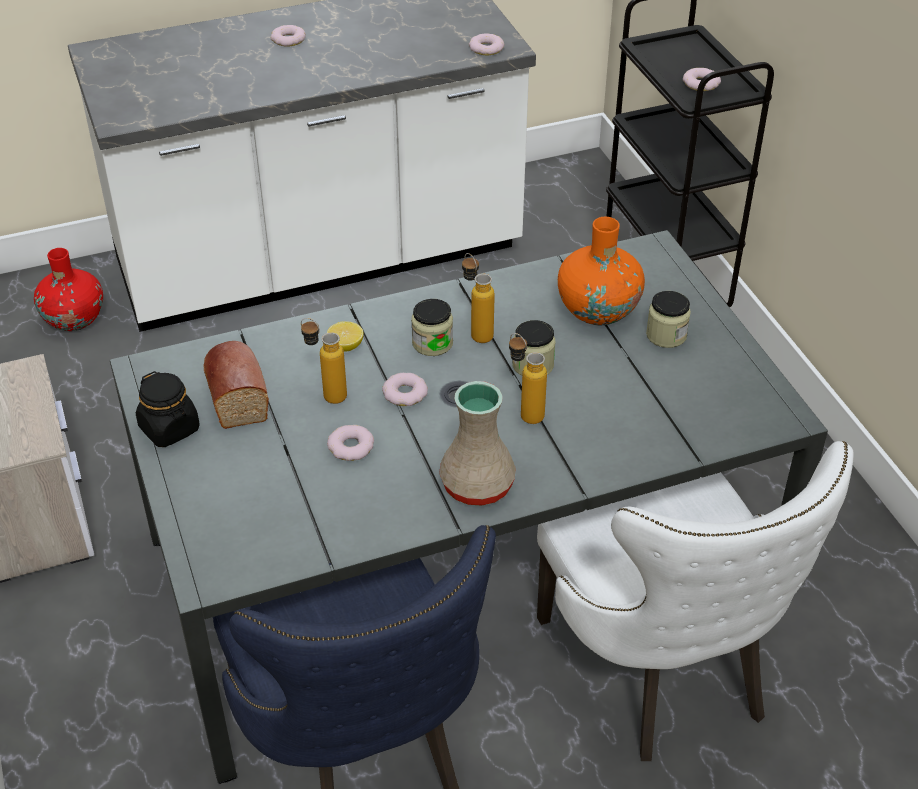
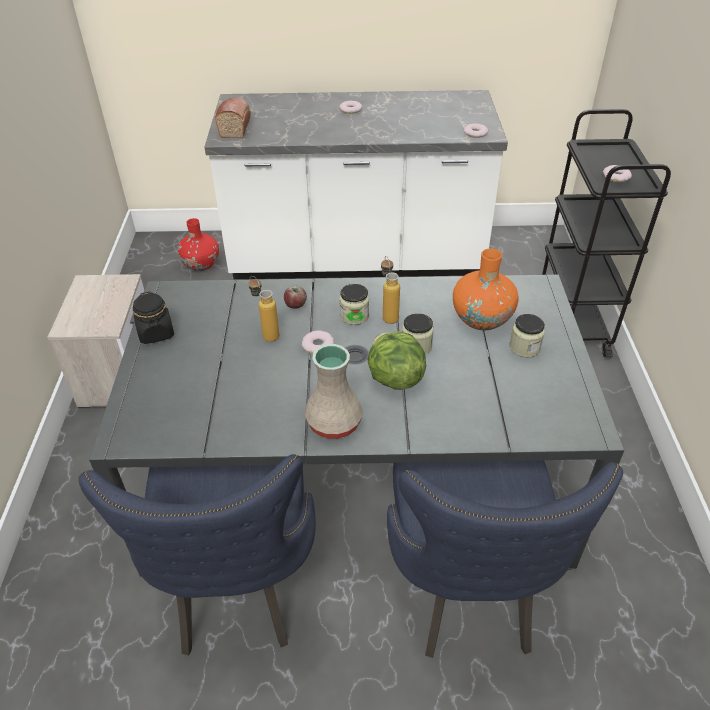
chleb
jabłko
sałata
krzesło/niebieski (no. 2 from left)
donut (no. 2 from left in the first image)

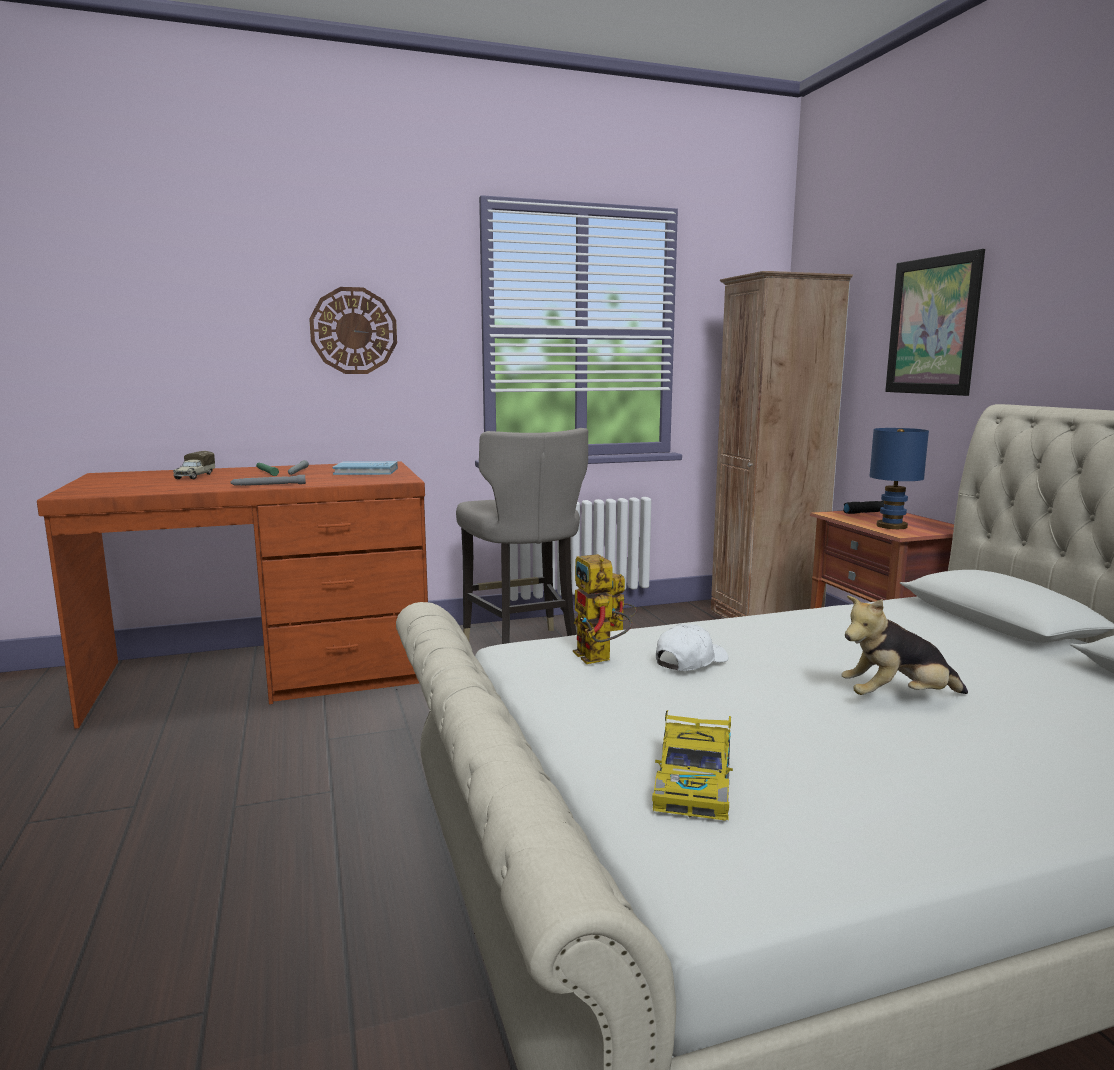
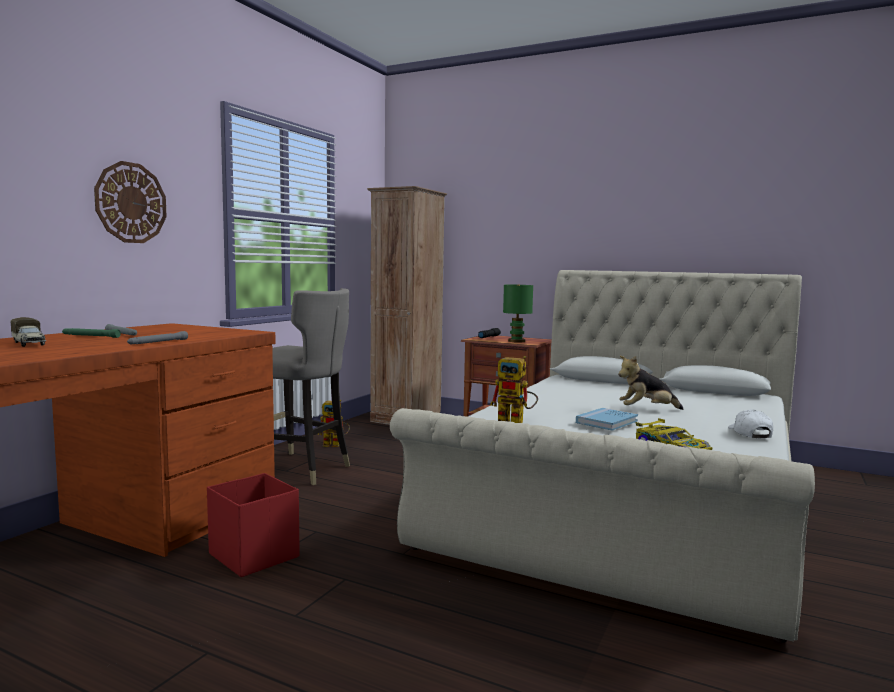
pojemnik do przechowywania/czerwony
lampa stołowa/zielony
książka/niebieski
pluszak
czapka z daszkiem/biały
obraz

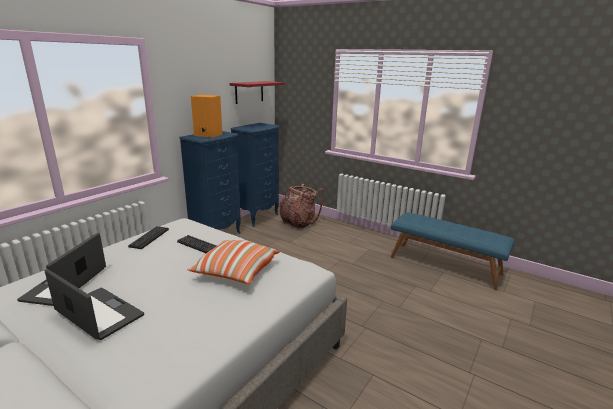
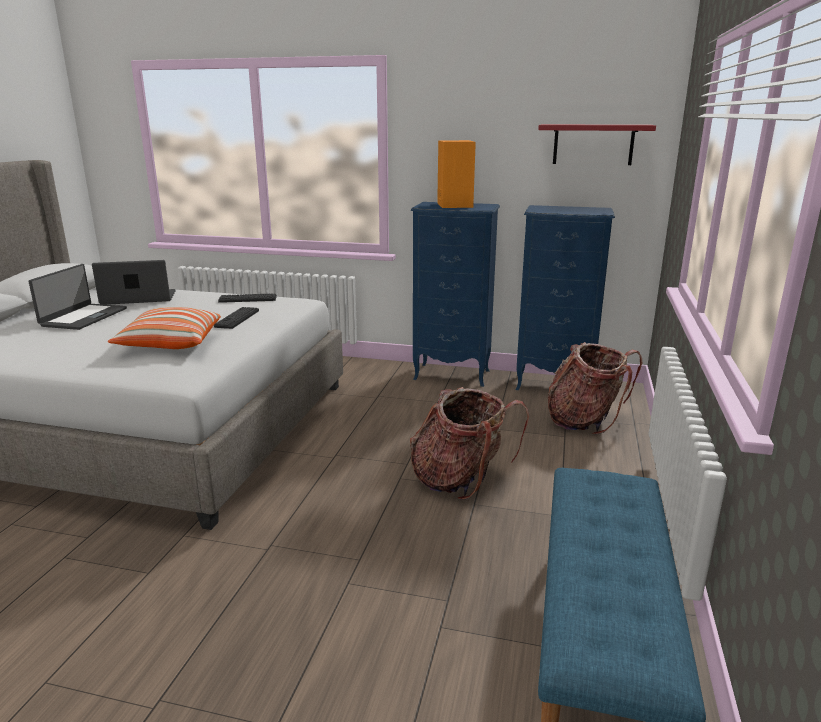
plecak (no. 1 from left)

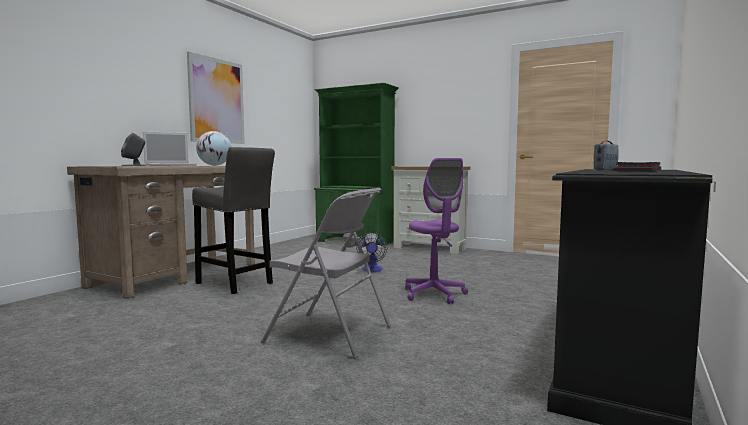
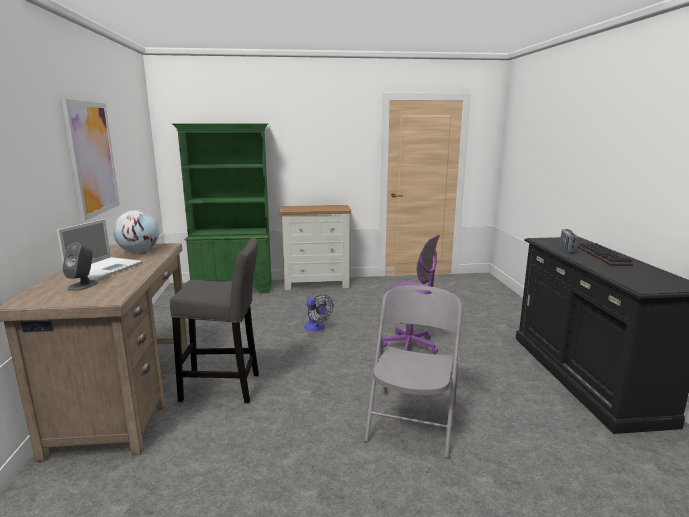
krzesło/szary

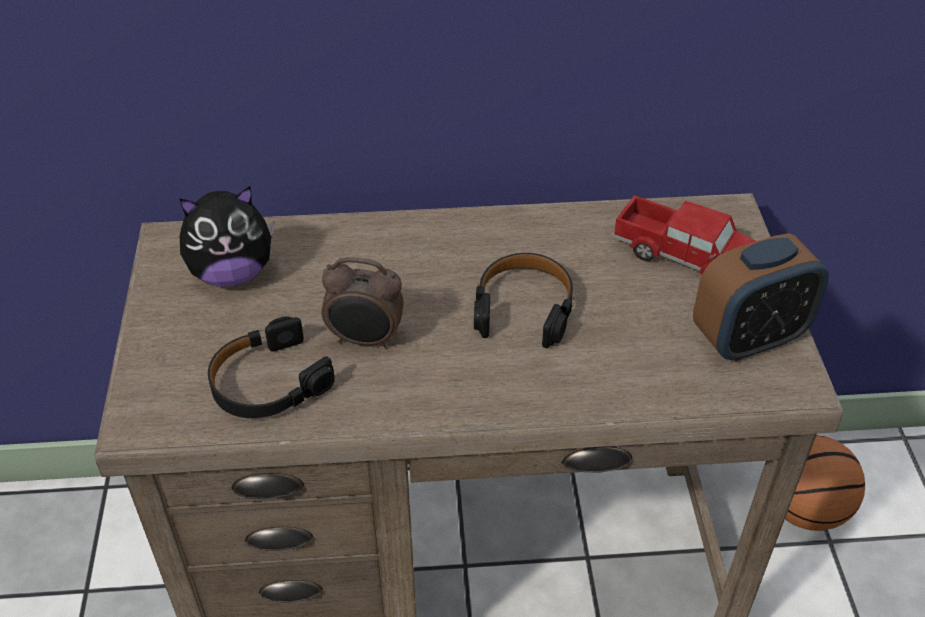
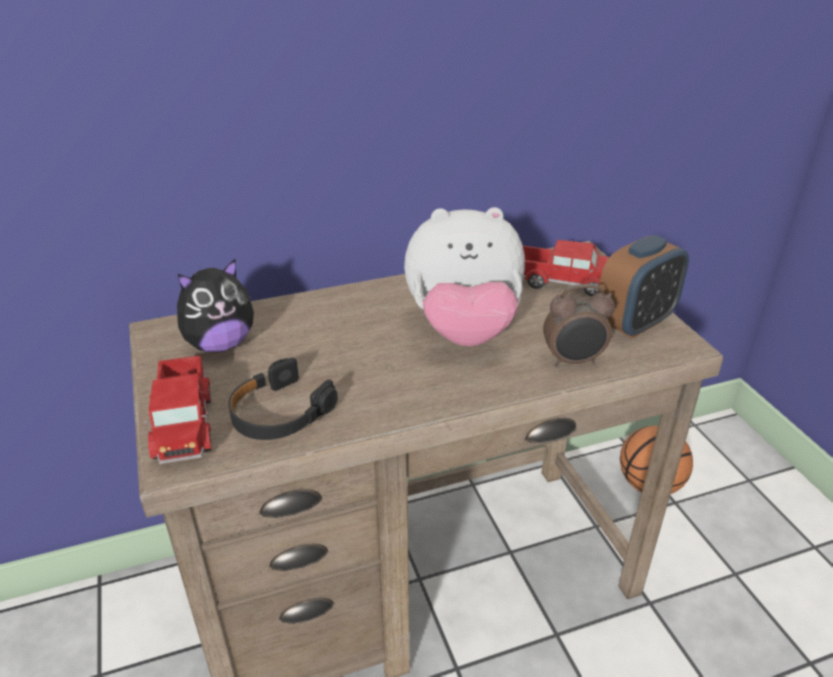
ciężarówka zabawkowa (no. 1 from left)
pluszak (no. 2 from left)
budzik (no. 1 from left)

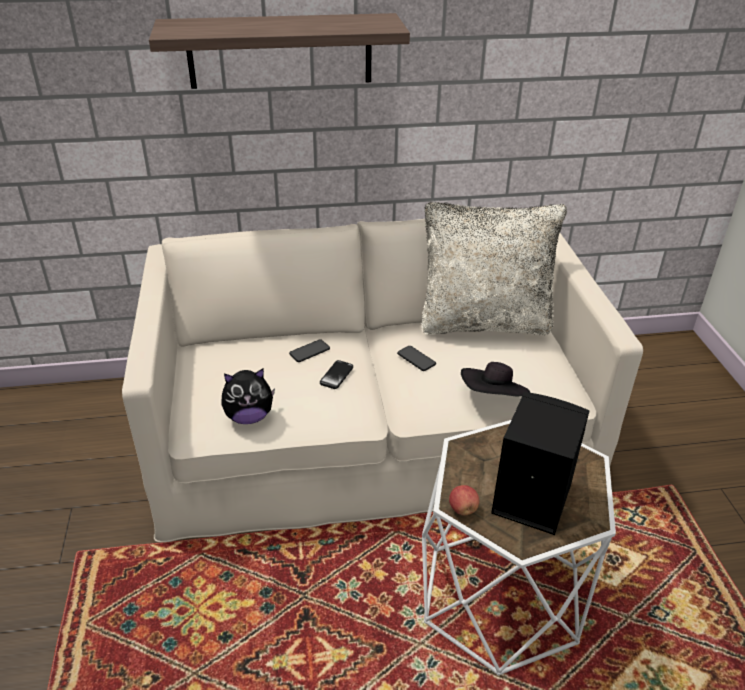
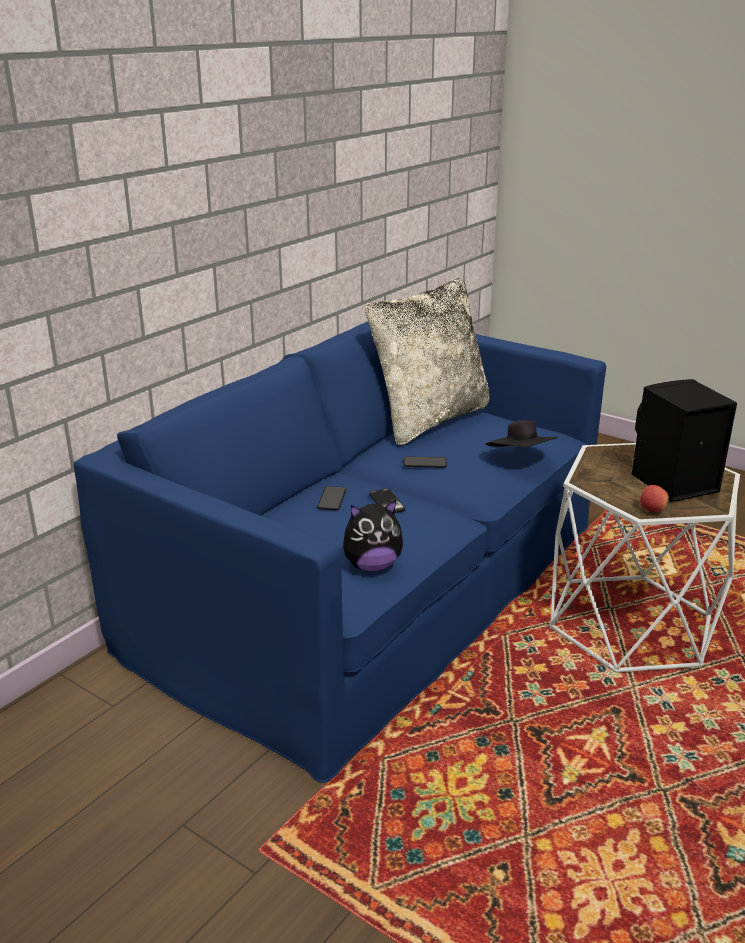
kanapa/niebieski
pluszak
półka

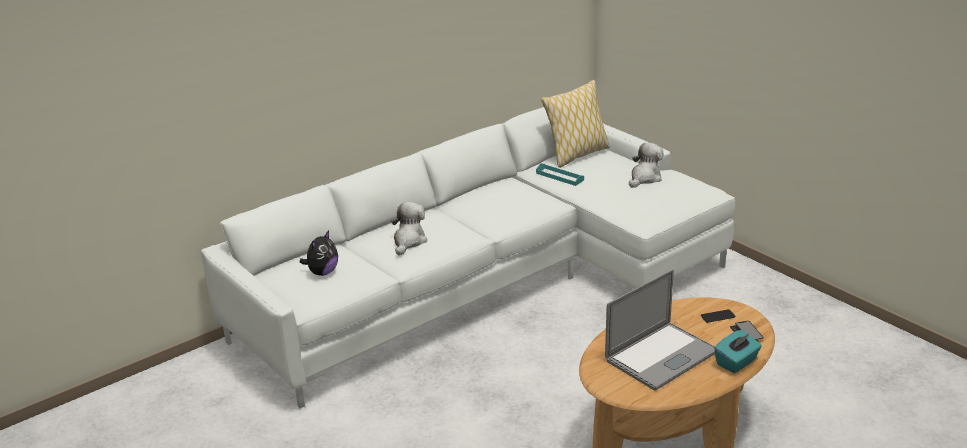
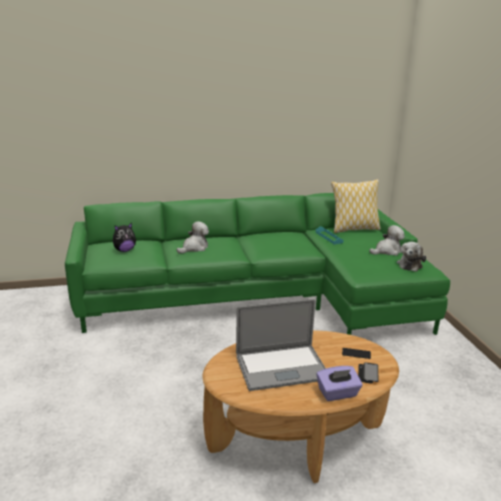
kanapa/zielony
pudełko chusteczek/fioletowy
pluszak (no. 4 from left)

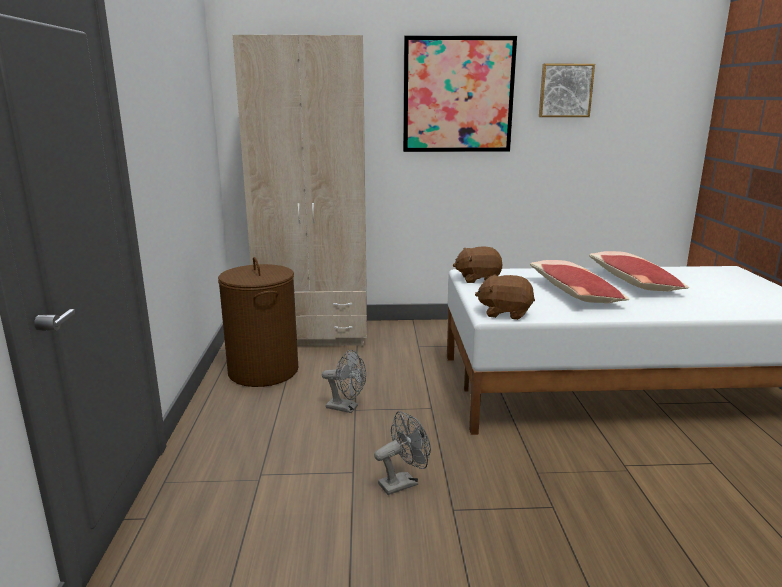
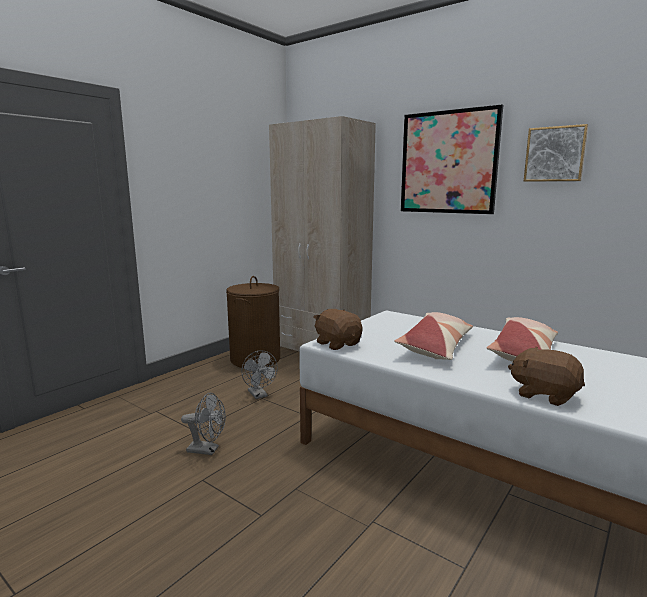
pluszak/brązowy (no. 2 from left)

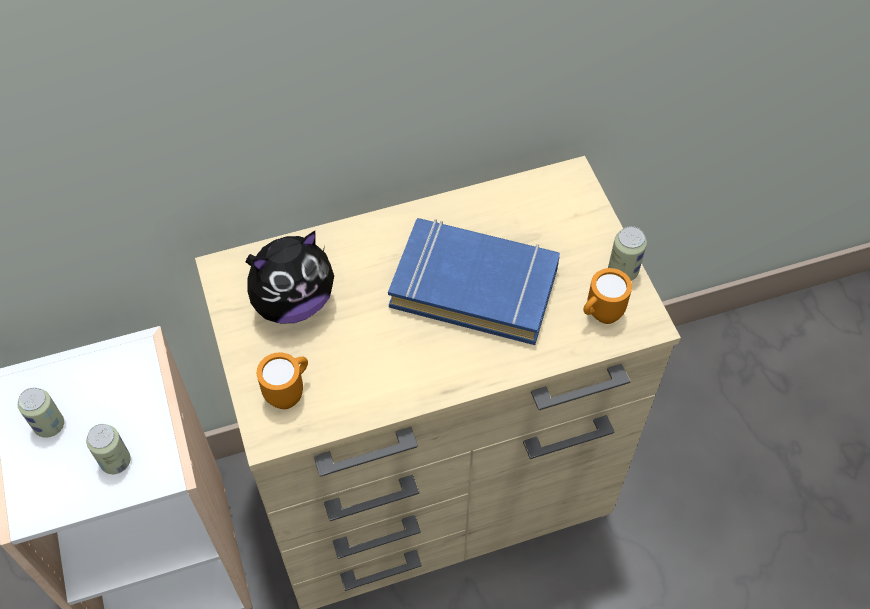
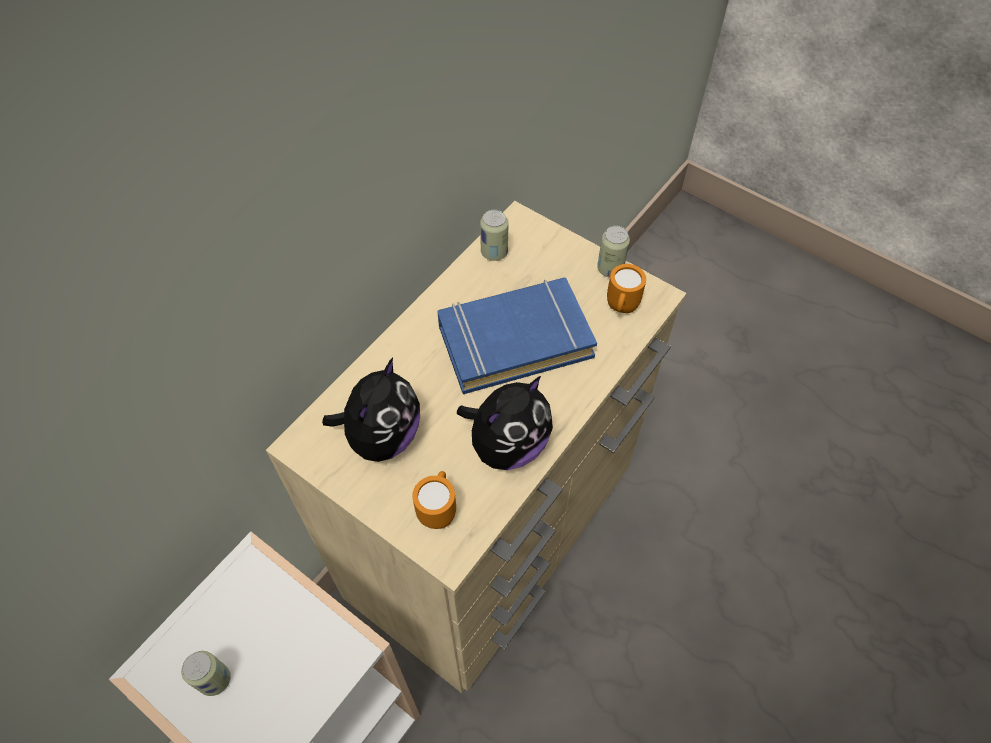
pluszak (no. 2 from left)
puszka (no. 2 from left)

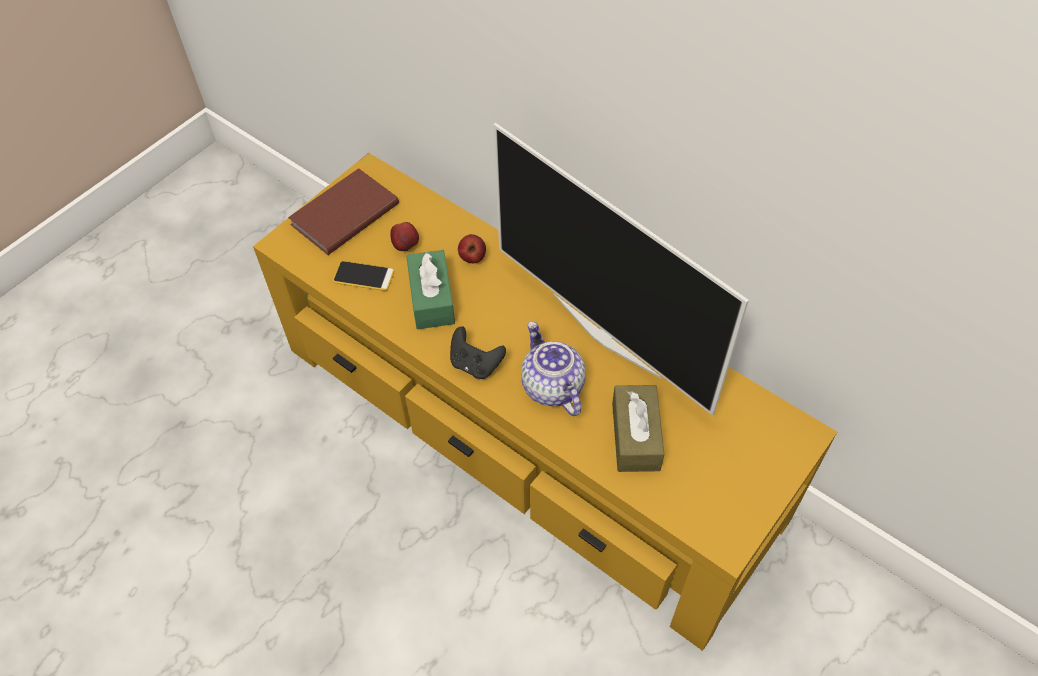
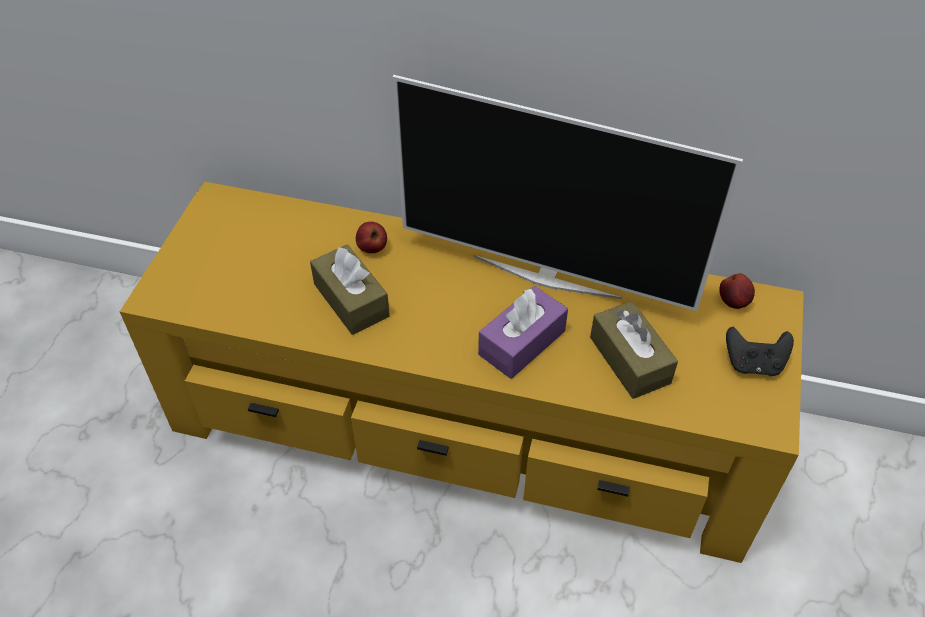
pudełko chusteczek/brązowy (no. 1 from left)
pudełko chusteczek/fioletowy
jabłko (no. 2 from left)
pad do gier/czarny
książka/brązowy
telefon

